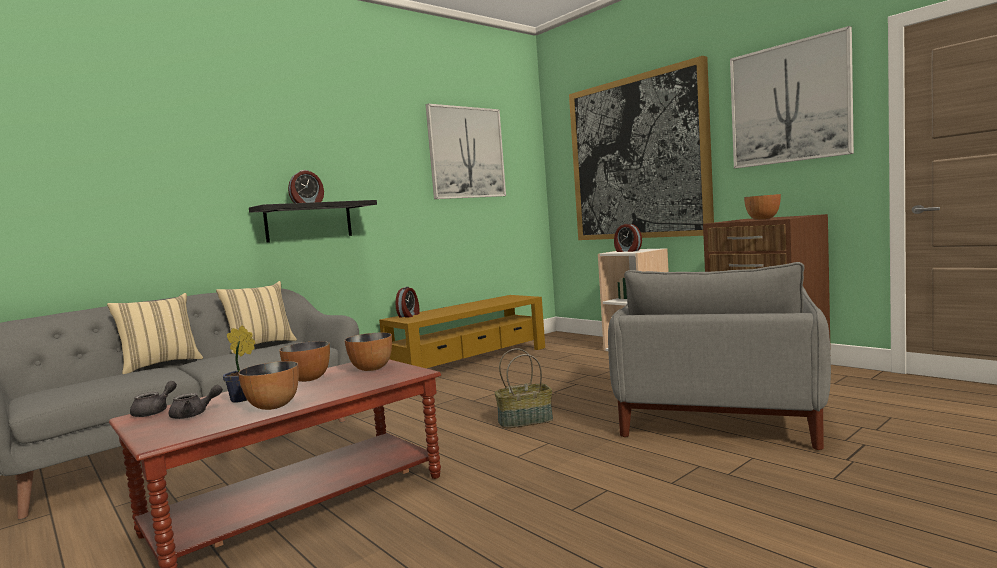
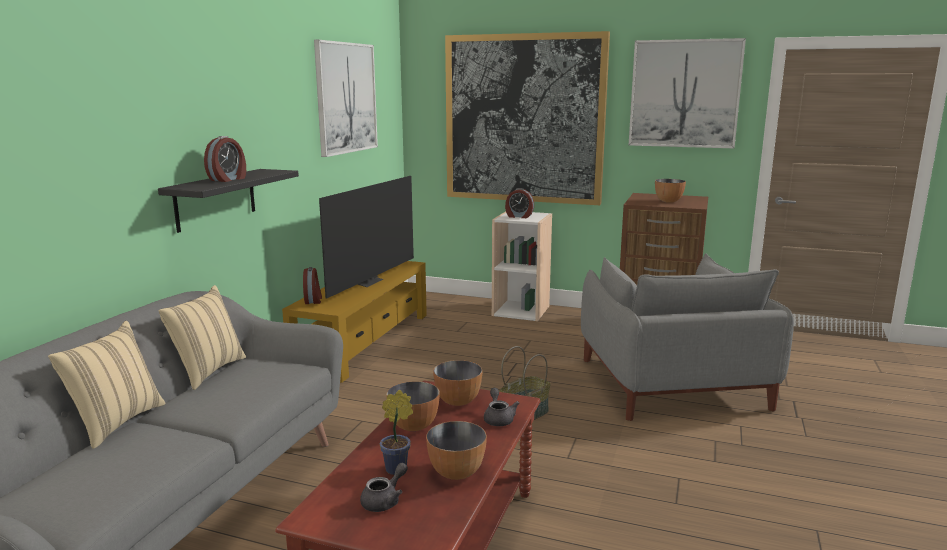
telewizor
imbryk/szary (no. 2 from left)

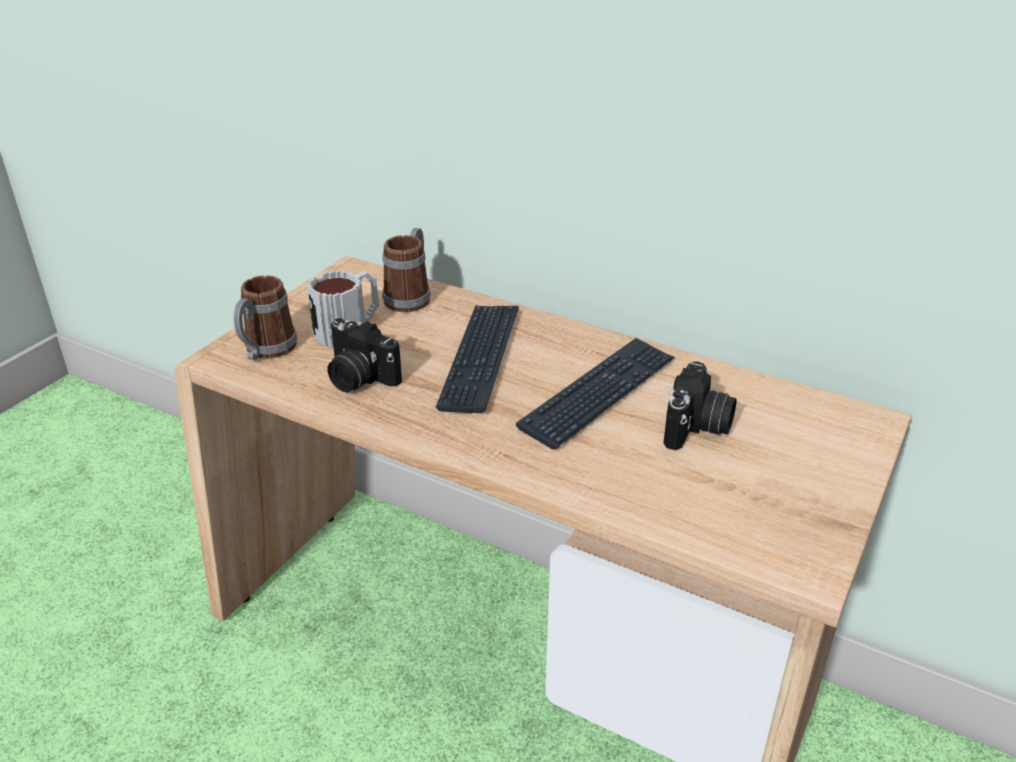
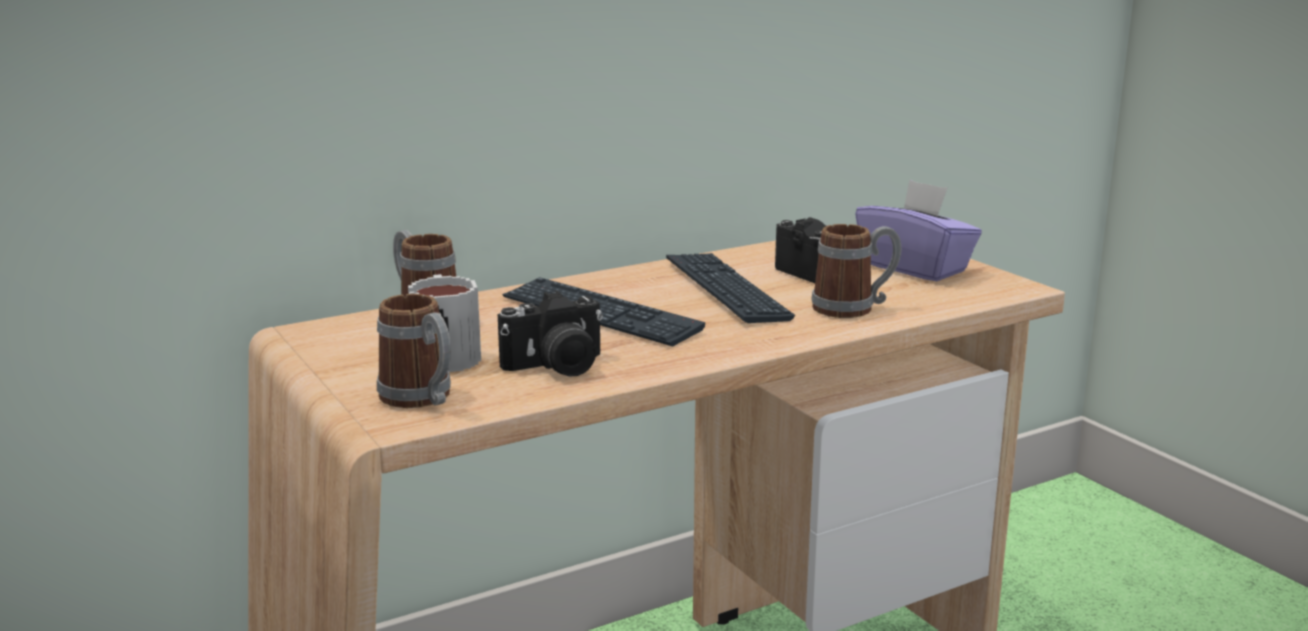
kubek (no. 4 from left)
pudełko chusteczek/fioletowy

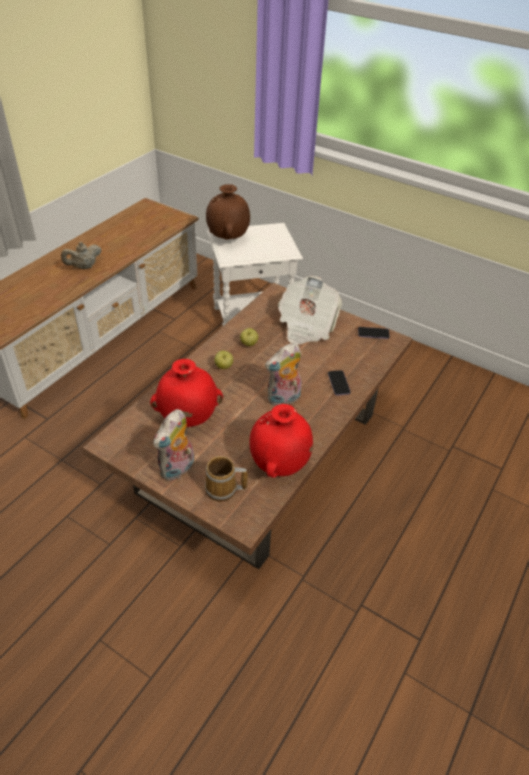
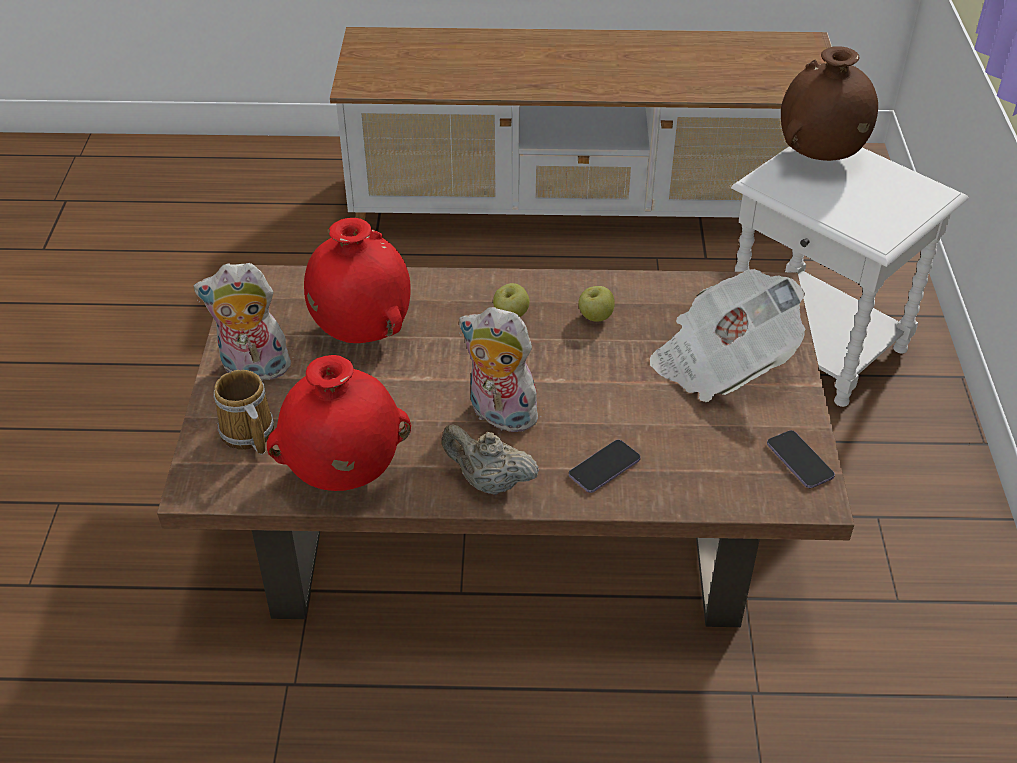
imbryk/beżowy

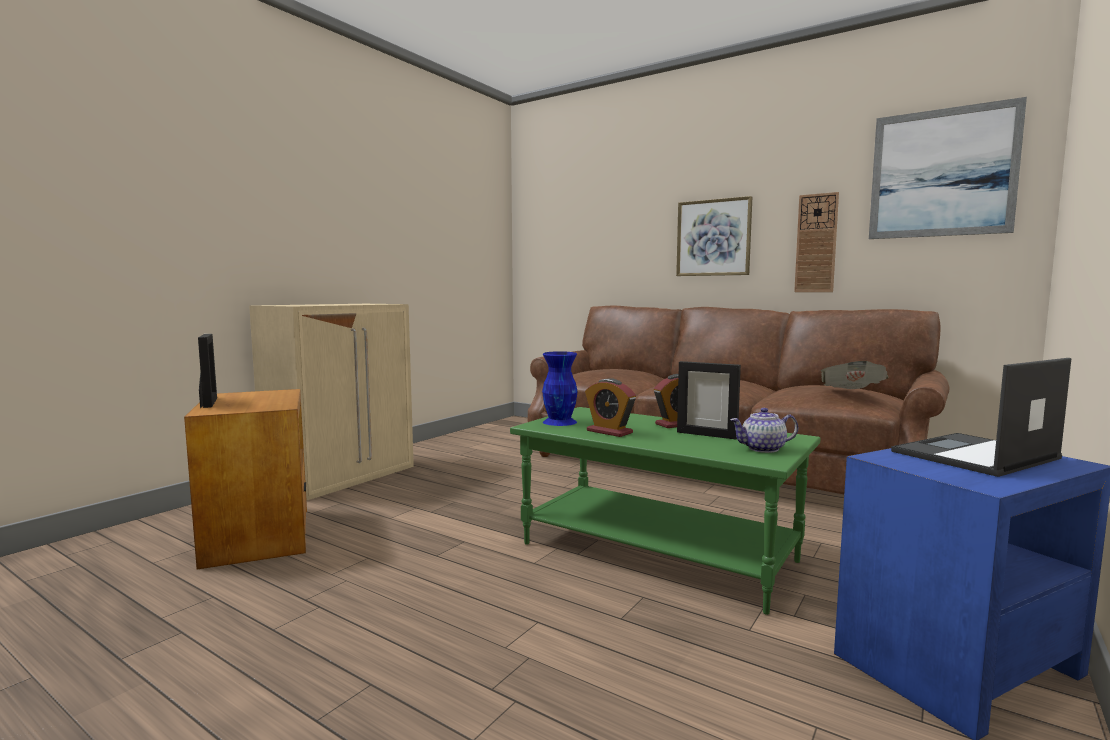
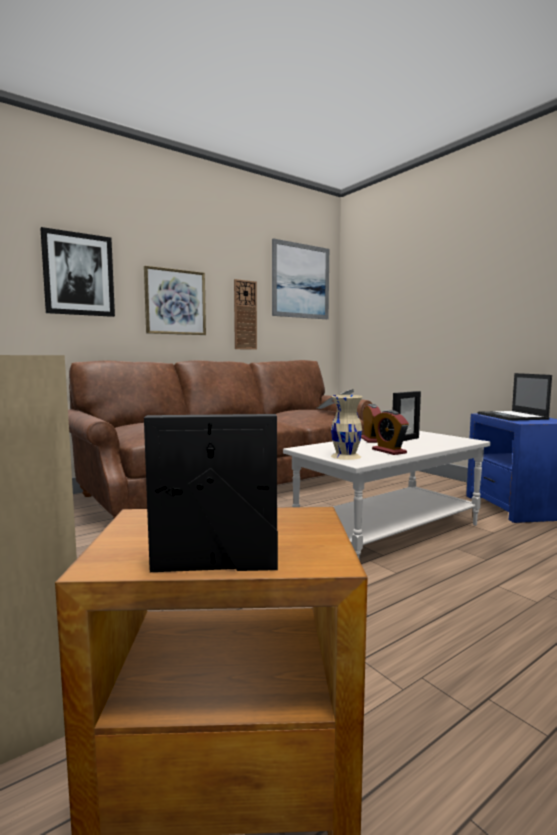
obraz (no. 1 from left)
ława/biały
wazon/beżowy
budzik (no. 2 from left)
imbryk

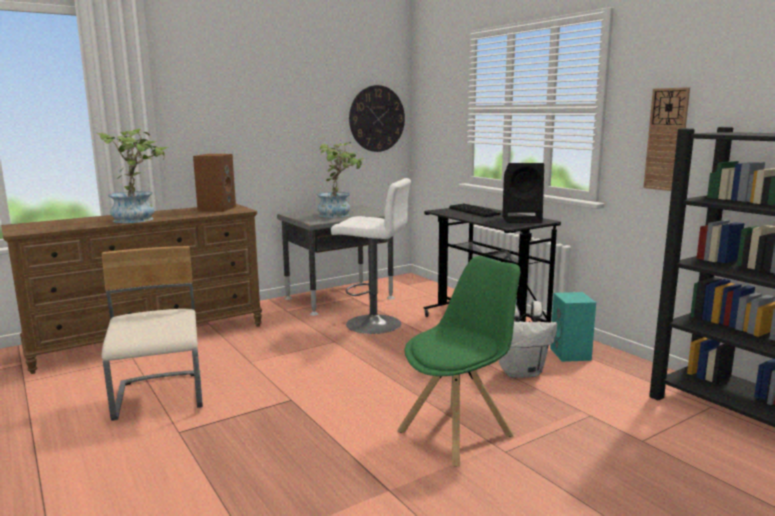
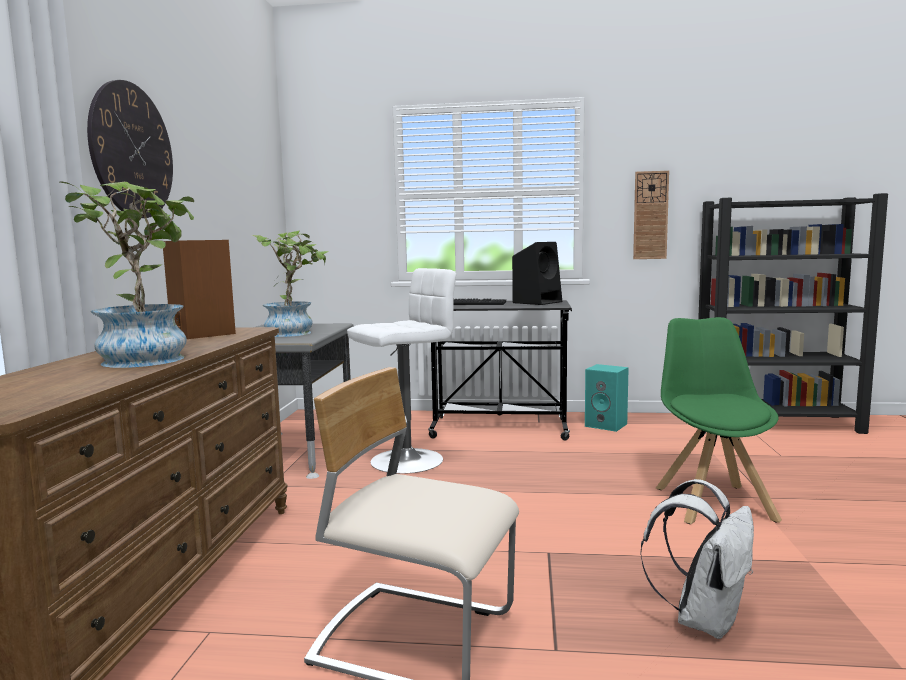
zegar ścienny (no. 1 from left)
plecak/biały

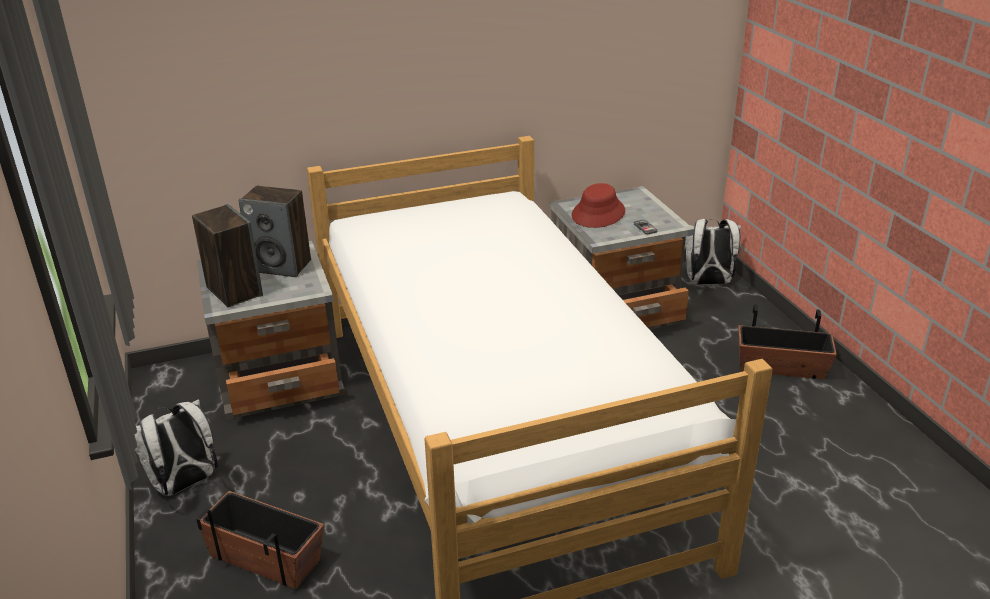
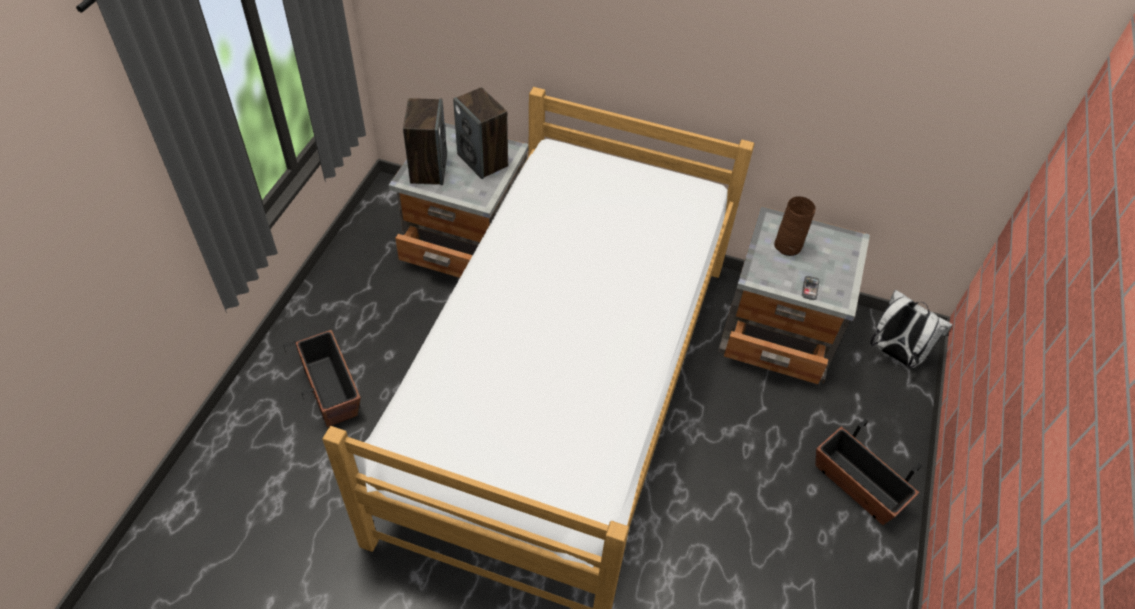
wazon/brązowy
plecak/biały (no. 1 from left in the first image)

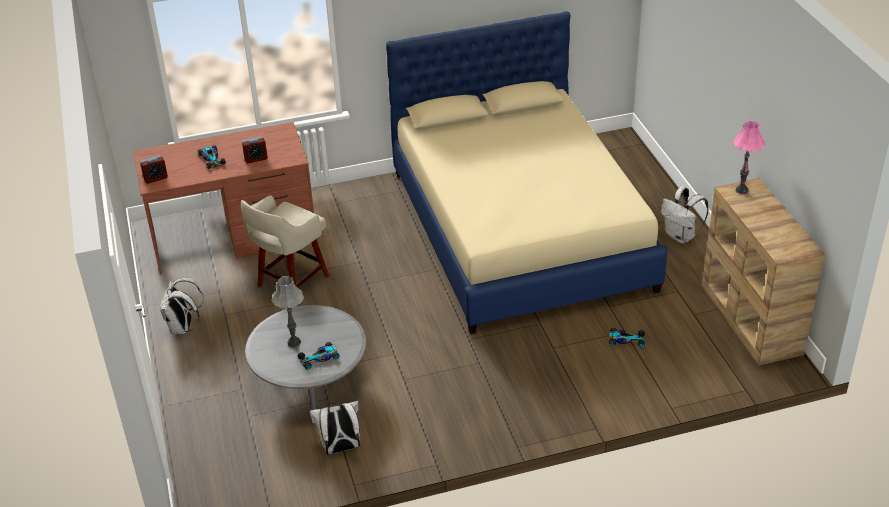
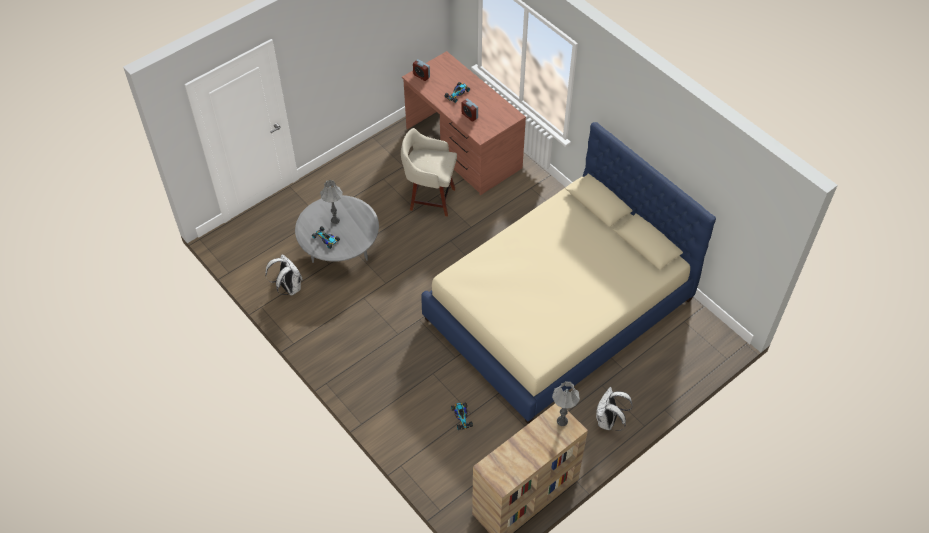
lampa stołowa/szary (no. 2 from left)
plecak/biały (no. 1 from left in the first image)

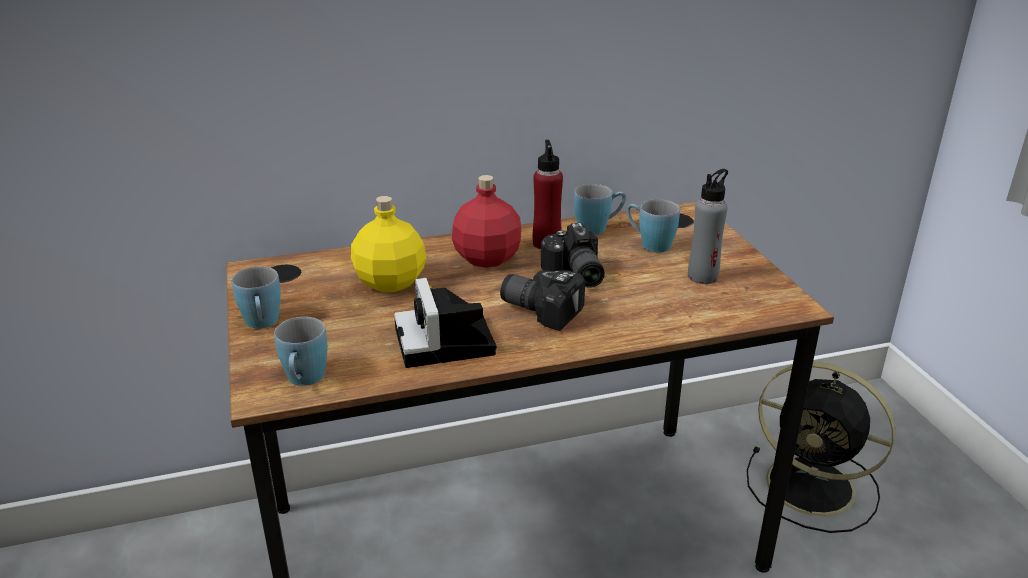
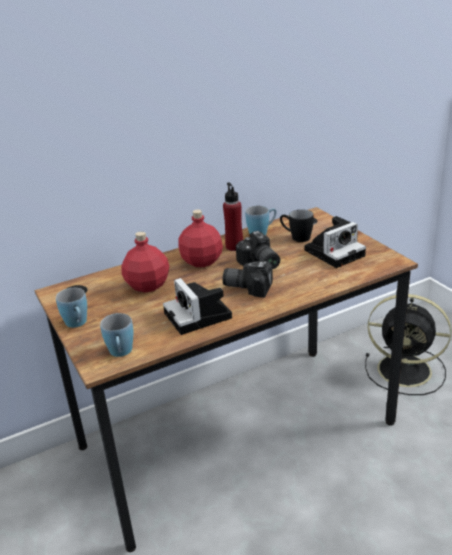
butelka/czerwony (no. 1 from left)
kubek/czarny
aparat fotograficzny (no. 4 from left)

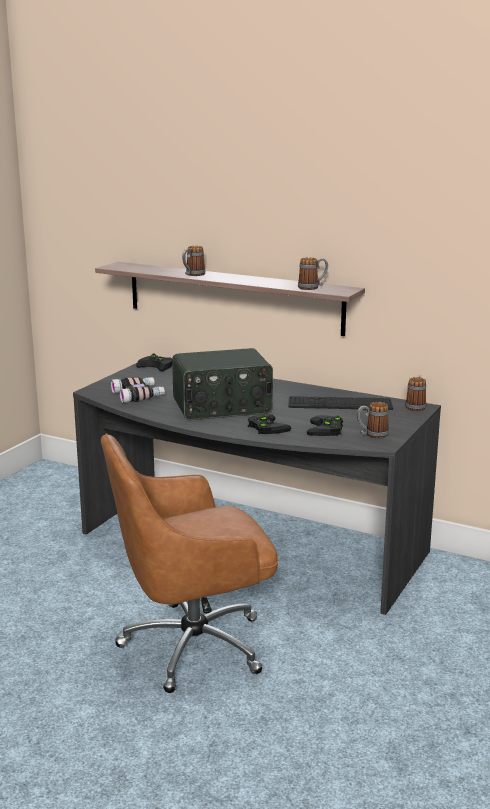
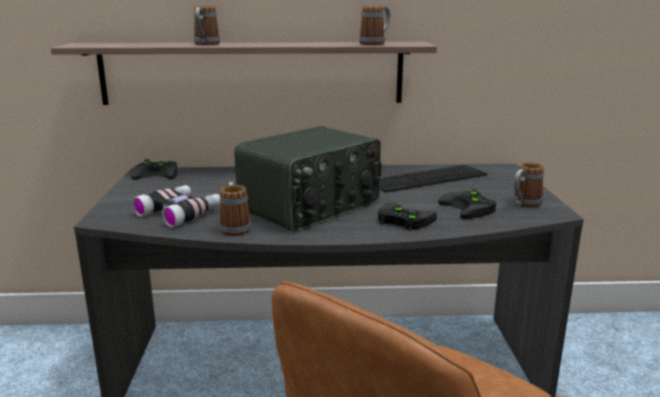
kubek (no. 2 from left)

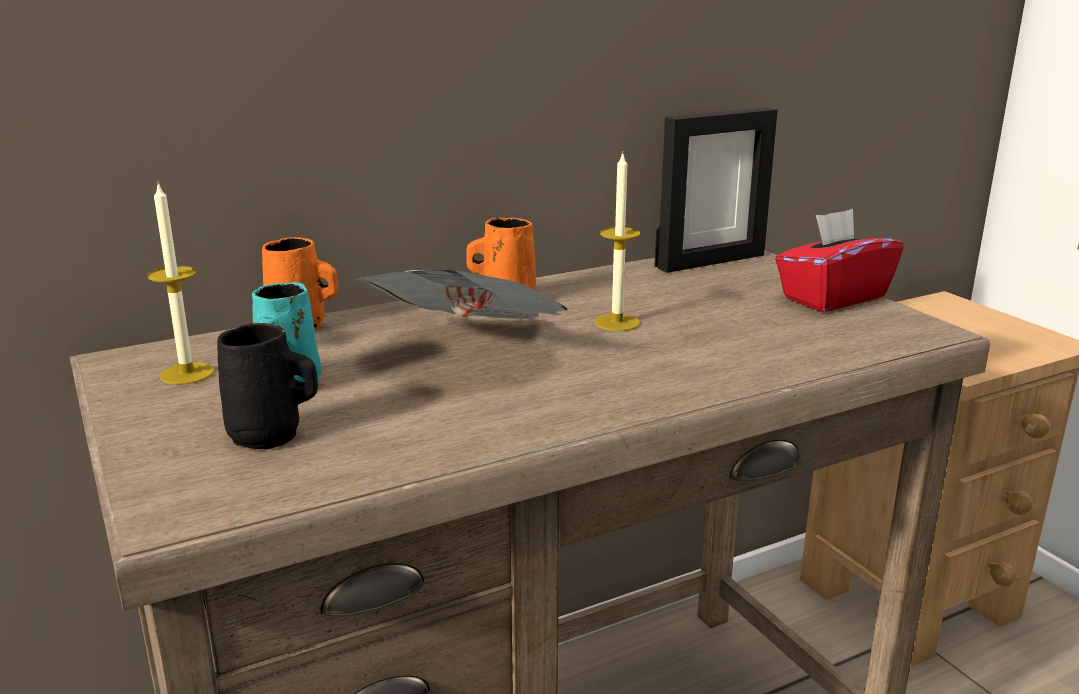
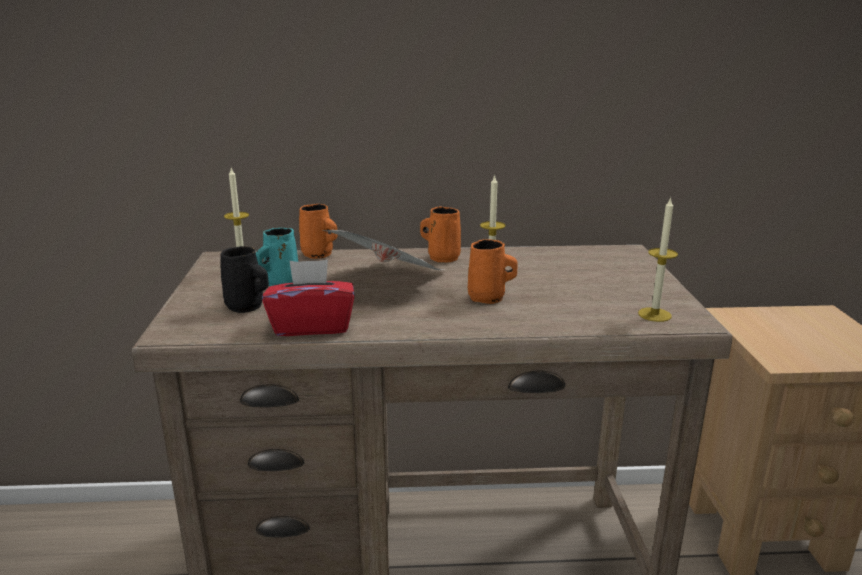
pudełko chusteczek/czerwony
kubek/pomarańczowy (no. 3 from left)
świeca (no. 3 from left)
ramka na zdjęcie

